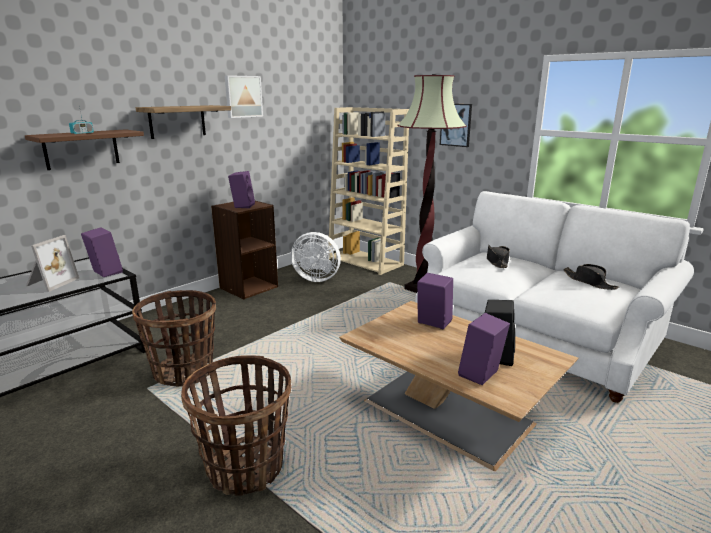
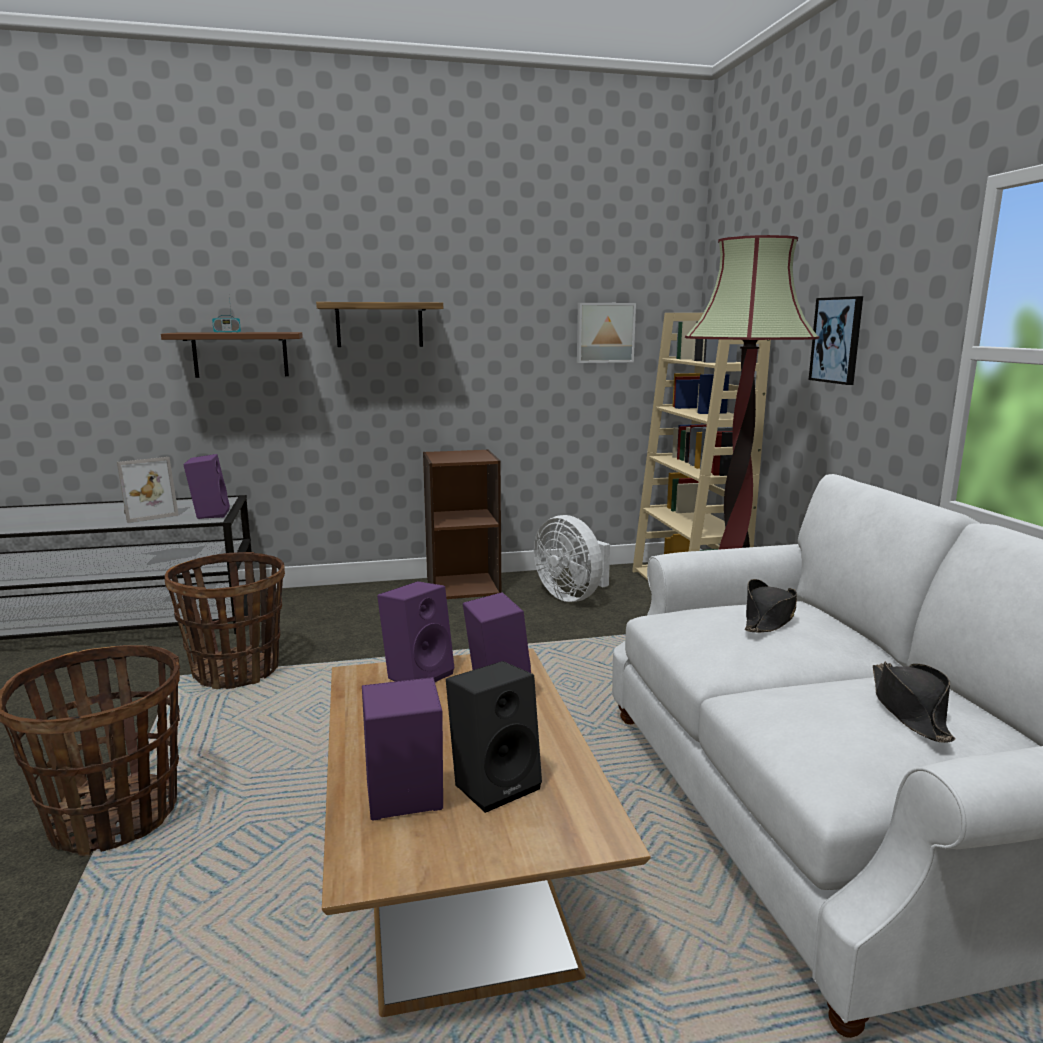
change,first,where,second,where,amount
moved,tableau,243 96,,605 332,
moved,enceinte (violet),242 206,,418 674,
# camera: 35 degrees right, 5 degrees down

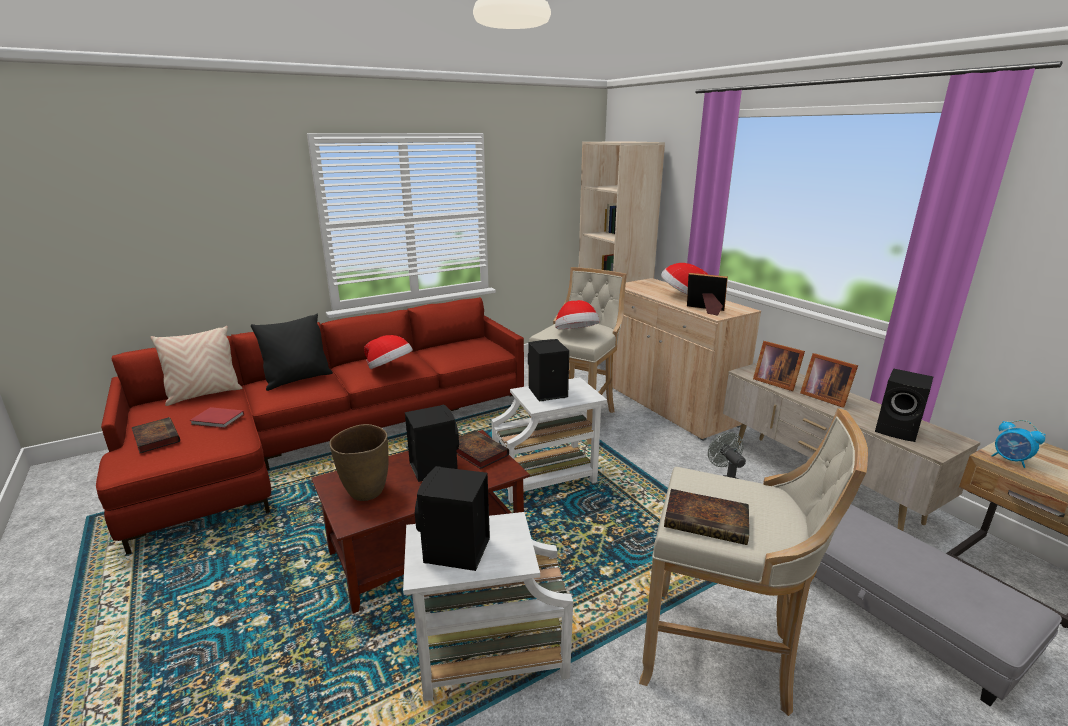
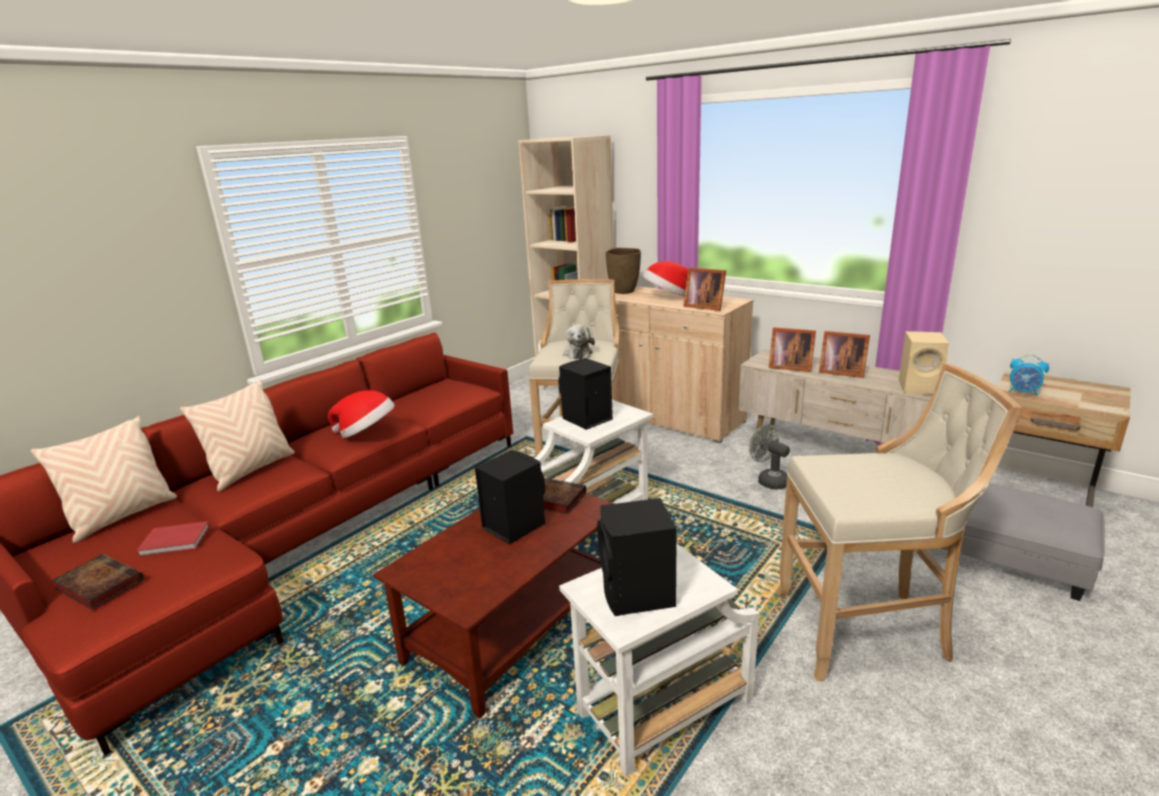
change,first,where,second,where,amount
removed,livre,708 521,,,
moved,vase (marron),366 492,,624 291,
replaced,chapeau,576 334,peluche,577 353,
recoloured,coussin (noir),298 380,coussin (beige),252 470,
recoloured,enceinte (noir),898 430,enceinte (beige),920 388,
turned,cadre photo,705 310,,703 307,150 degrees counterclockwise
# camera: 20 degrees left, 0 degrees up

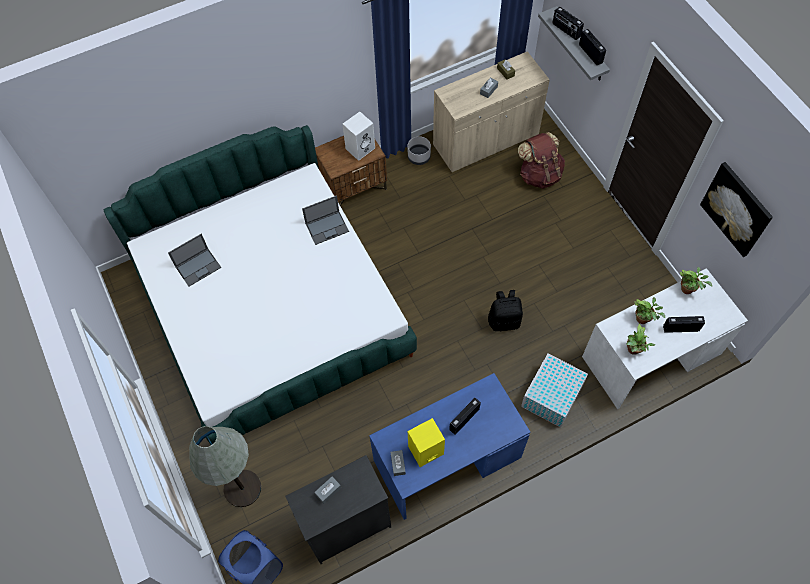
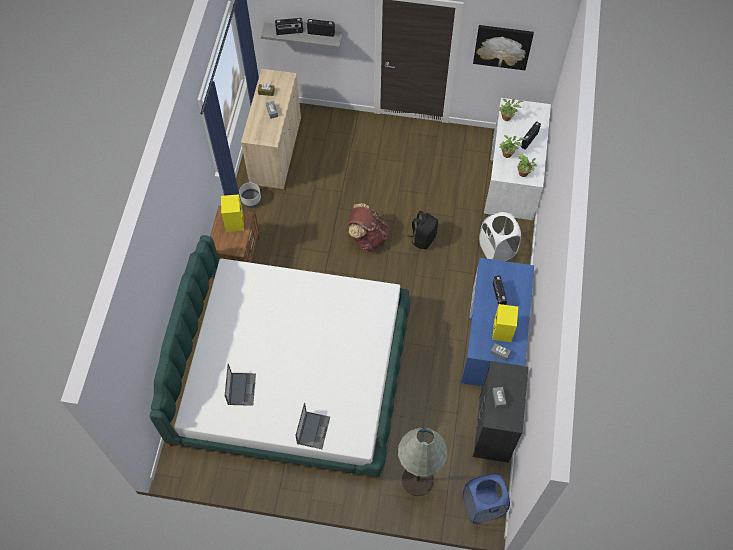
change,first,where,second,where,amount
moved,ordinateur portable,327 227,,313 429,
moved,sac à dos (marron),539 174,,367 237,
replaced,boîte de rangement (blanc),551 396,panier à linge (blanc),497 249,
recoloured,enceinte (blanc),360 148,enceinte (jaune),234 222,
# camera: 55 degrees left, 0 degrees up

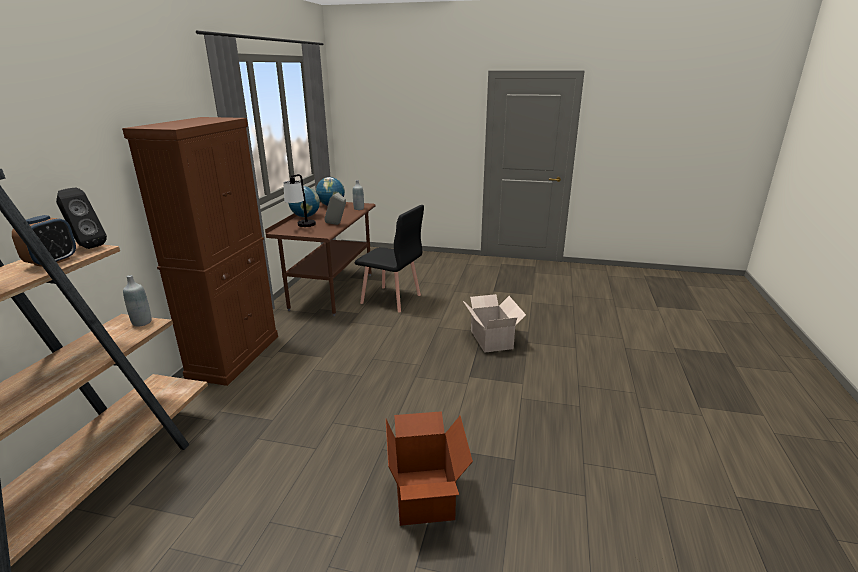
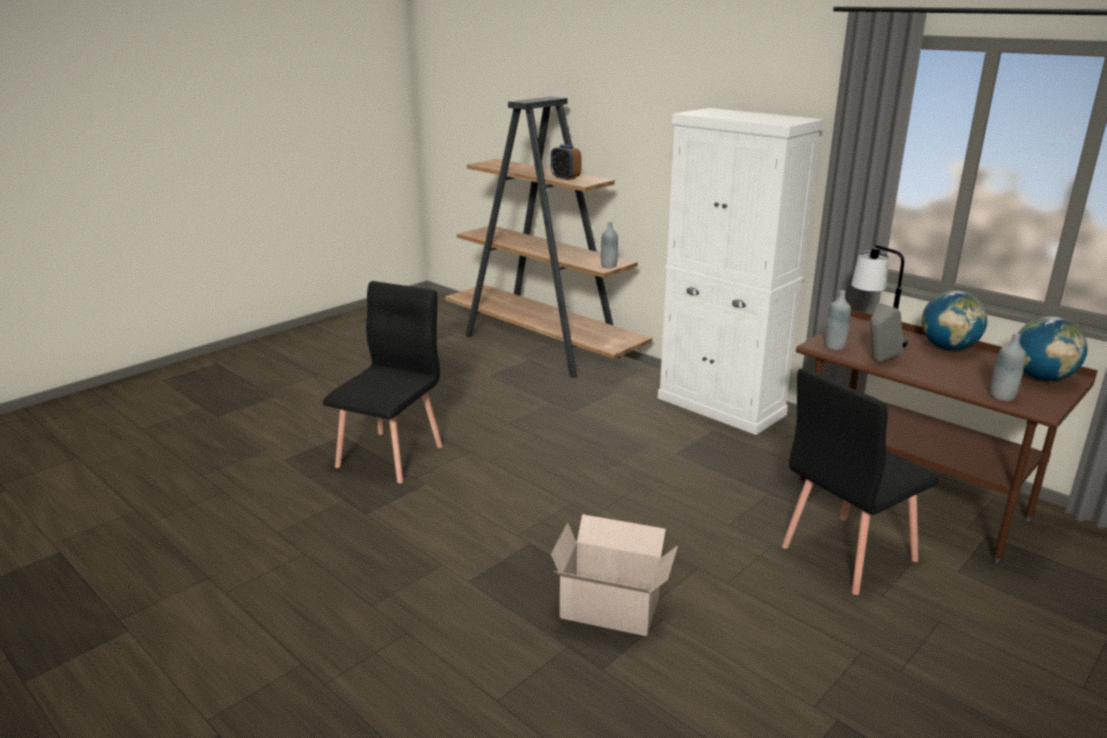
change,first,where,second,where,amount
removed,enceinte (noir),86 247,,,
added,,,bouteille (gris),834 346,
replaced,carton,425 496,chaise (noir),391 456,
recoloured,meuble de rangement (marron),234 356,meuble de rangement (blanc),721 406,
# camera: 120 degrees right, 0 degrees up

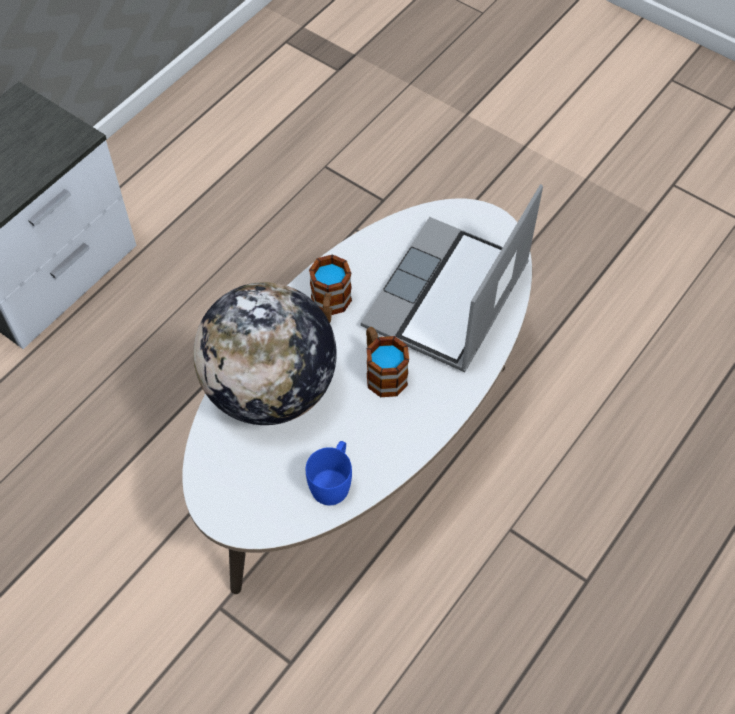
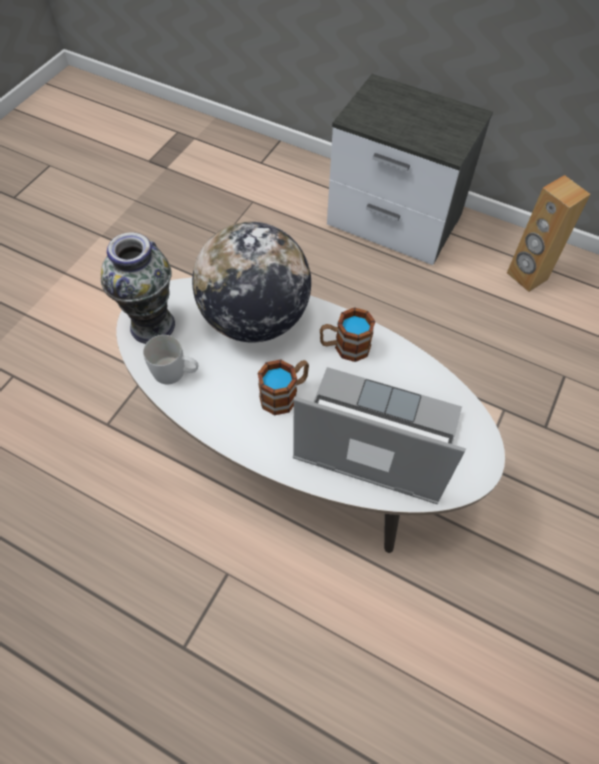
change,first,where,second,where,amount
added,,,vase,153 326,
added,,,enceinte (marron),526 276,
recoloured,mug (bleu),333 481,mug (blanc),176 373,
# camera: 80 degrees right, 0 degrees up

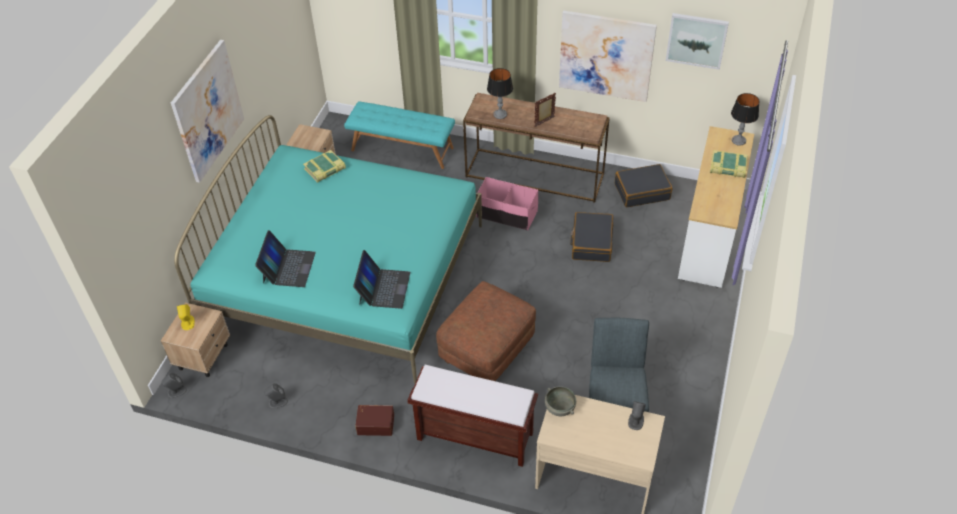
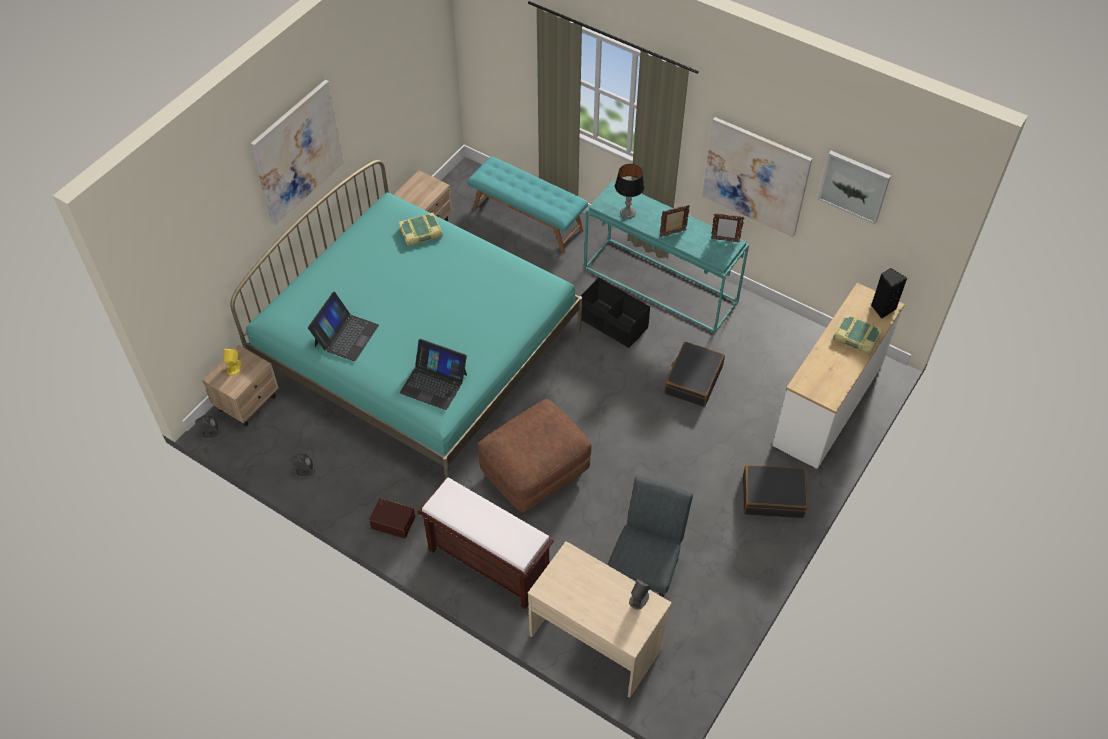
change,first,where,second,where,amount
removed,bol (gris),559 408,,,
added,,,cadre photo,724 240,
moved,valise (noir),642 191,,773 496,
replaced,lampe de table,738 140,enceinte (noir),882 308,
recoloured,table console (marron),535 175,table console (turquoise),661 285,
recoloured,boîte de rangement (rose),506 214,boîte de rangement (noir),613 323,
turned,ordinateur portable,383 288,,434 383,90 degrees clockwise
# camera: 15 degrees right, 5 degrees up

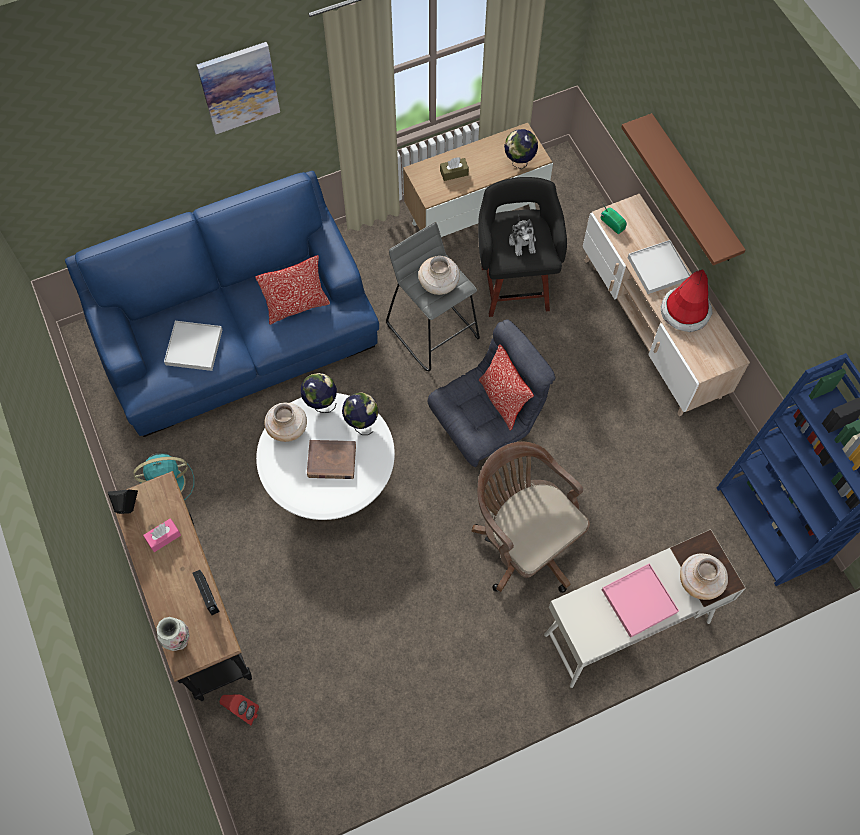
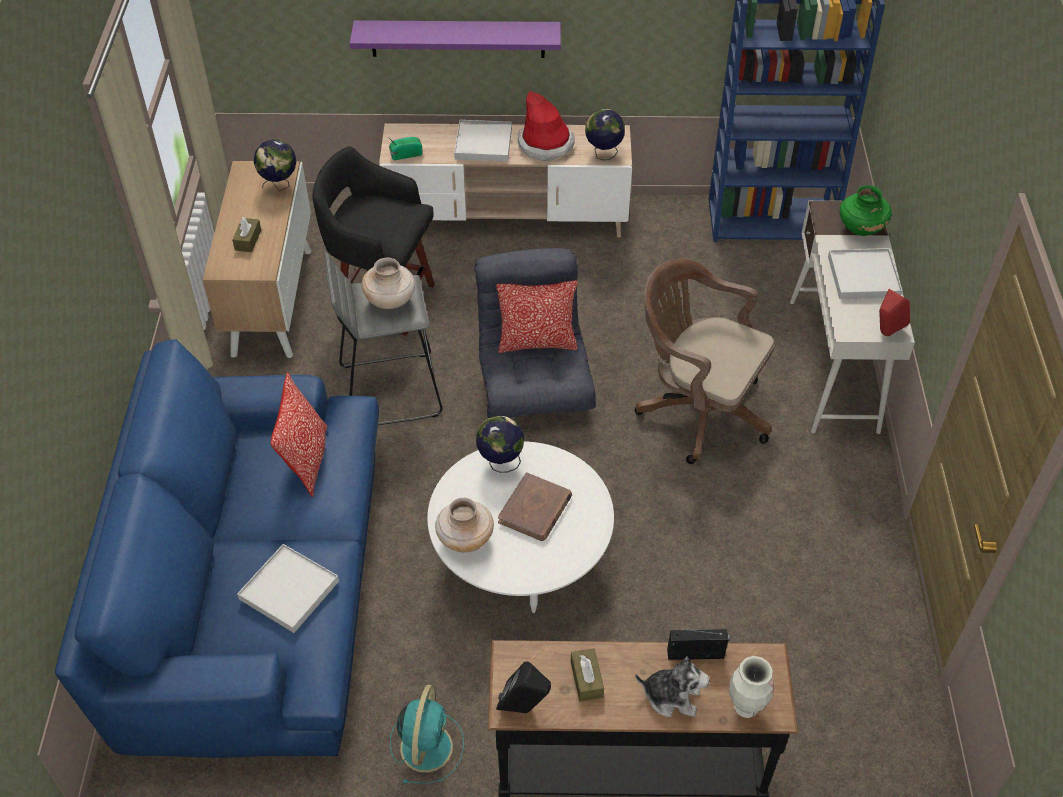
change,first,where,second,where,amount
removed,tableau,239 87,,,
moved,enceinte (rouge),242 712,,885 334,
moved,globe,321 403,,603 154,
moved,peluche,522 242,,671 696,
recoloured,boîte à mouchoirs (rose),163 537,boîte à mouchoirs (marron),586 679,
recoloured,plateau (rose),639 601,plateau (blanc),863 276,
recoloured,étagère (marron),693 190,étagère (violet),457 39,
recoloured,vase (beige),699 582,vase (vert),861 228,
turned,chaise de bureau (marron),523 541,,697 409,45 degrees clockwise
# camera: 65 degrees left, 15 degrees down

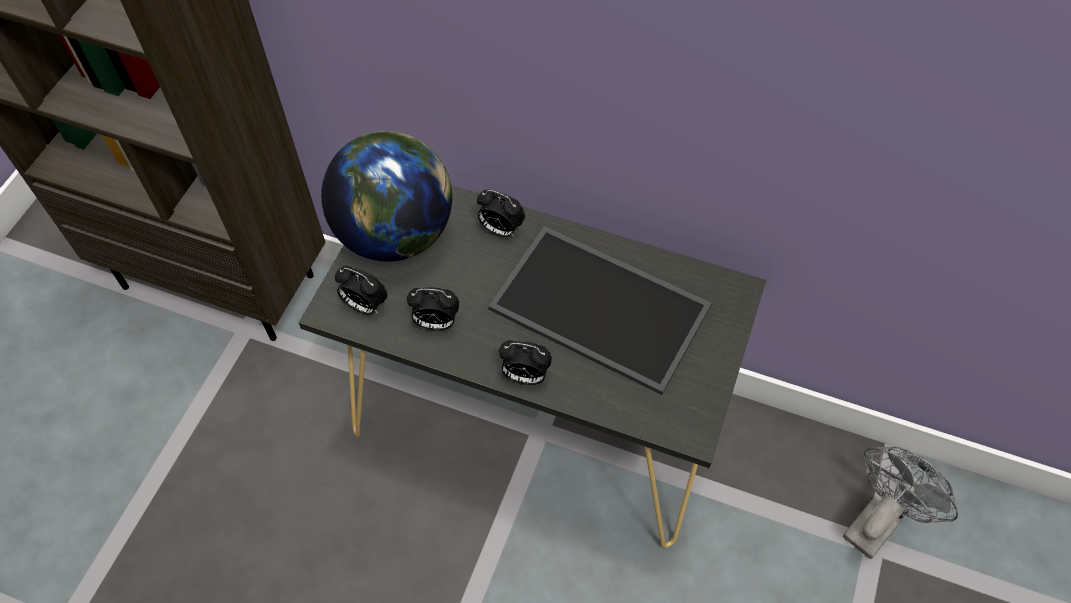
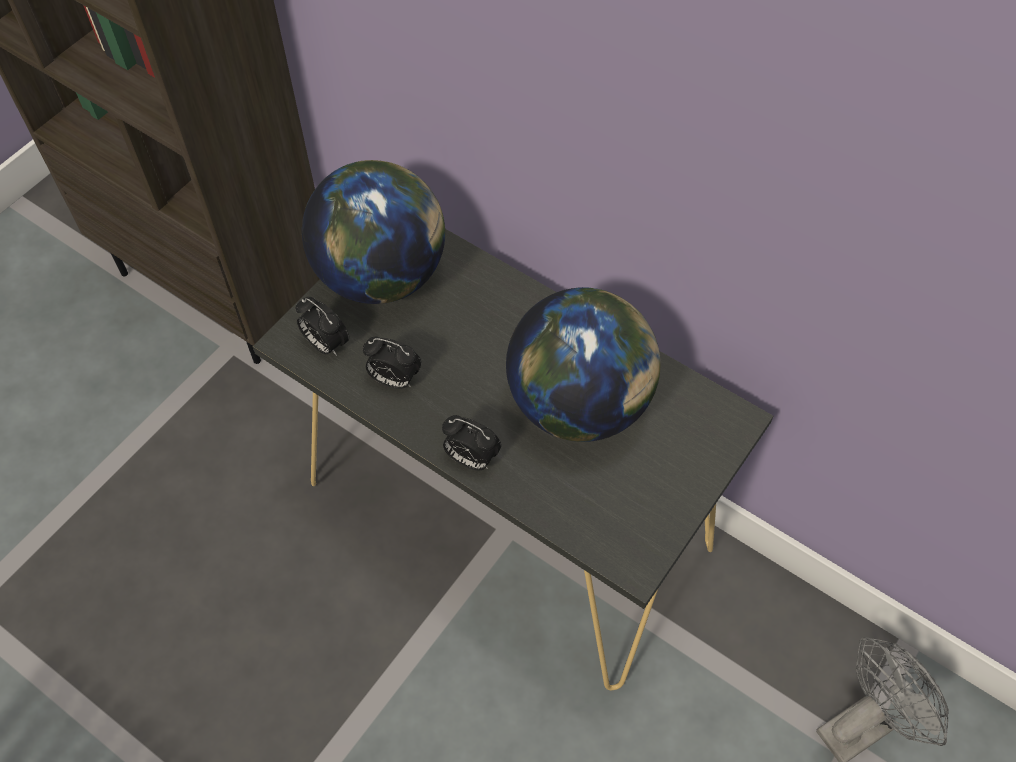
change,first,where,second,where,amount
removed,réveil,500 230,,,
replaced,plateau,603 306,globe,580 403,
# camera: 15 degrees right, 0 degrees up

